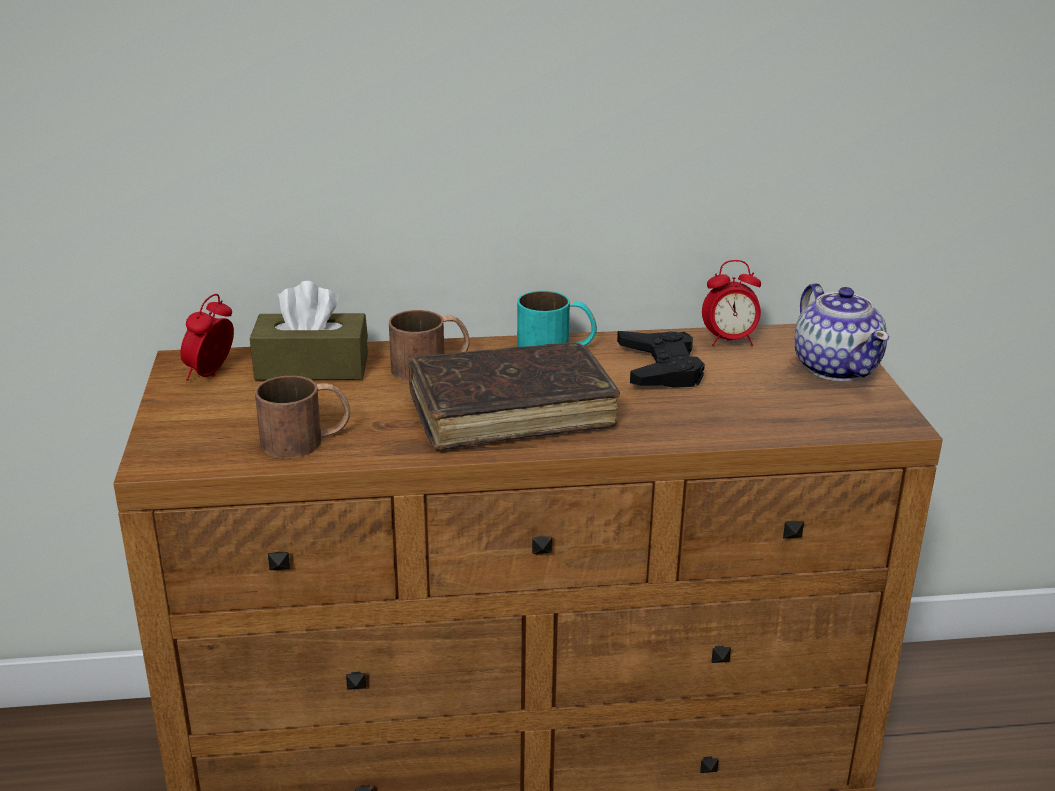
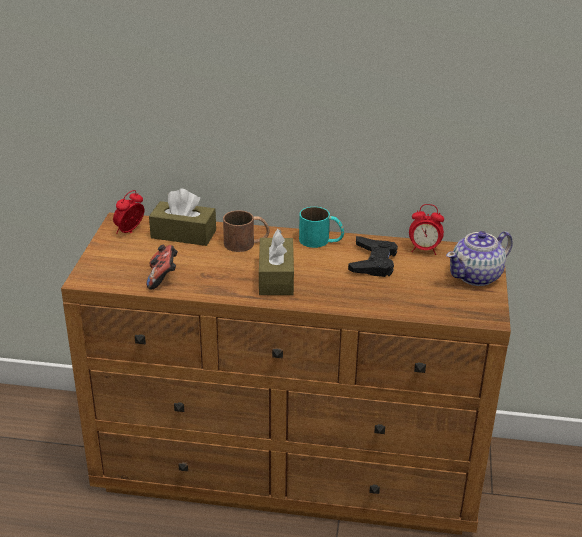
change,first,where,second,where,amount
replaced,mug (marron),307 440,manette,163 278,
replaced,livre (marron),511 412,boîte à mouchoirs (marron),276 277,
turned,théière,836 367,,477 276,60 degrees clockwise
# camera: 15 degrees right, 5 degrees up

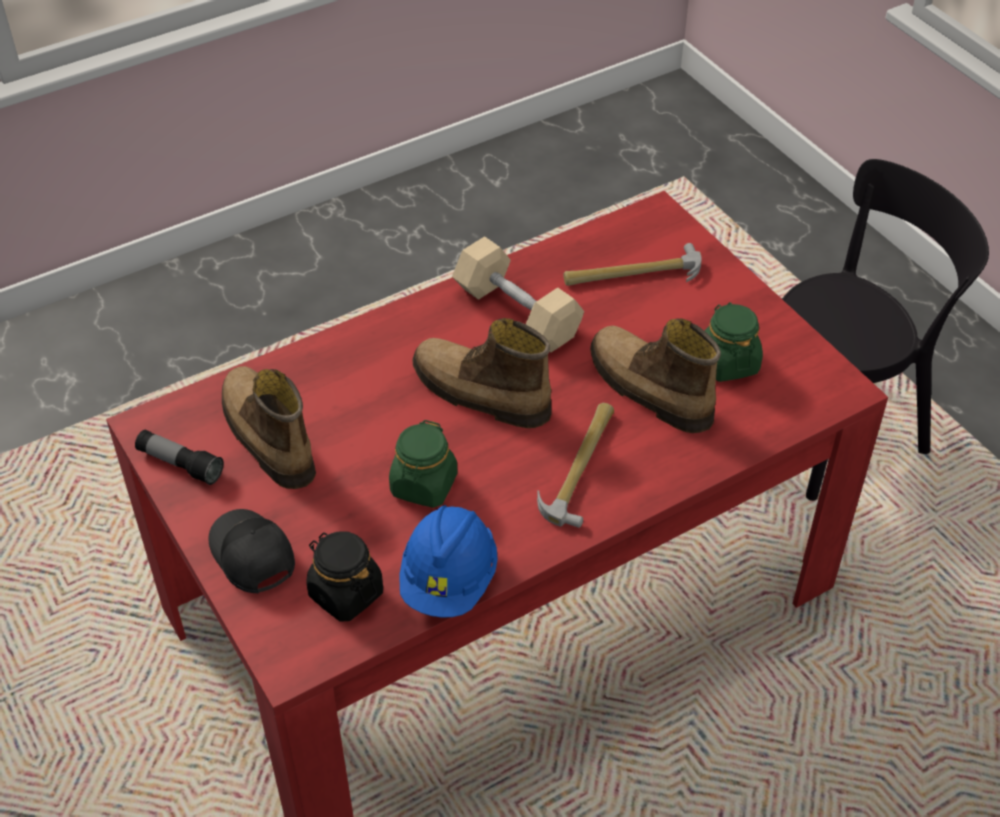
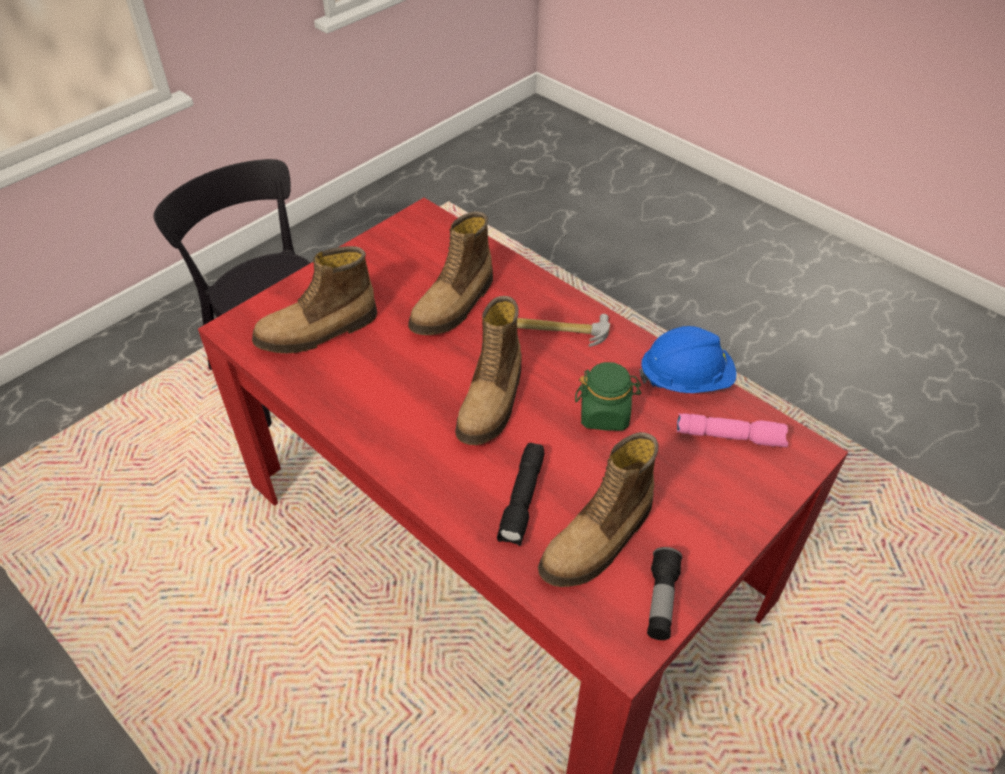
change,first,where,second,where,amount
removed,casquette (noir),251 556,,,
removed,haltère (beige),517 312,,,
removed,bocal (vert),727 363,,,
added,,,lampe de poche (noir),523 500,
replaced,bocal (noir),345 593,lampe de poche (rose),730 436,
replaced,marteau,633 274,botte,318 332,
# camera: 105 degrees left, 0 degrees up

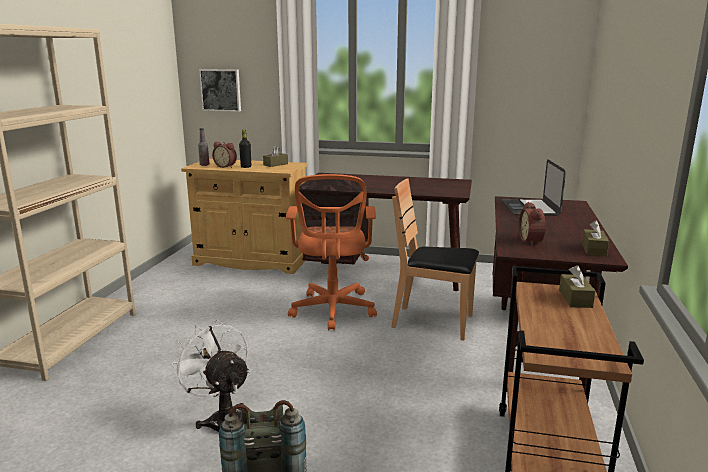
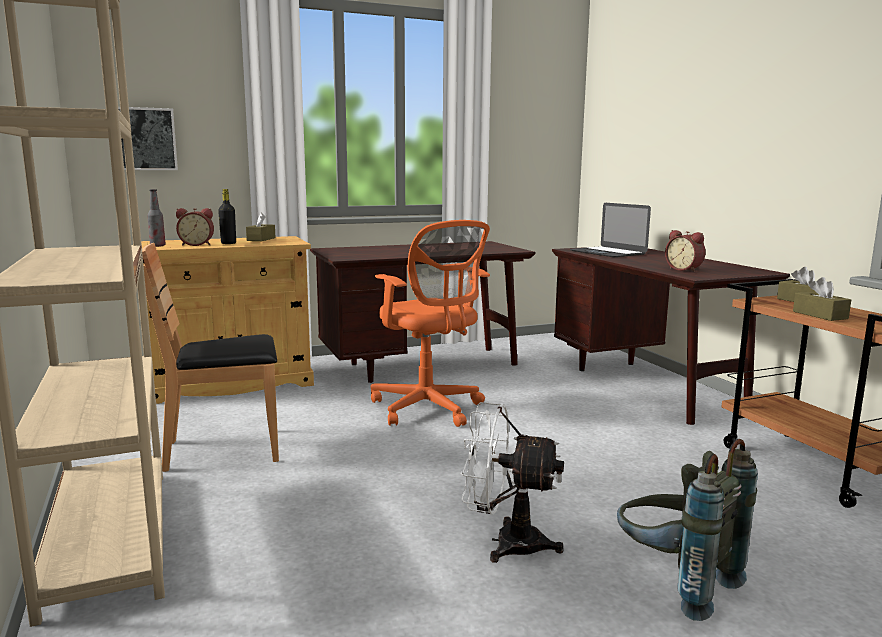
change,first,where,second,where,amount
moved,chaise (marron),433 322,,224 450,
moved,boîte à mouchoirs (marron),594 249,,820 315,
# camera: 35 degrees left, 5 degrees down

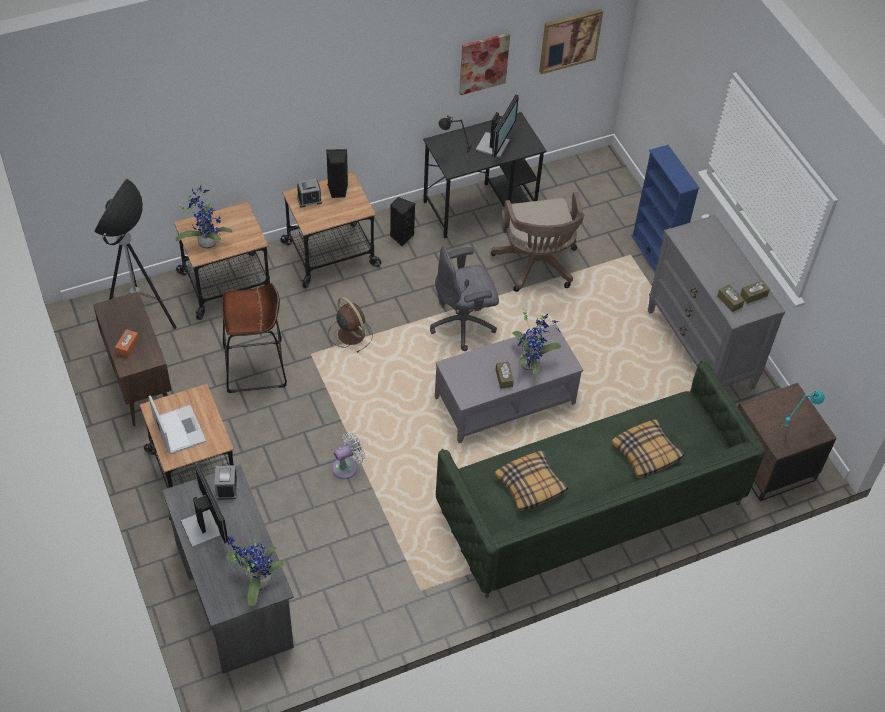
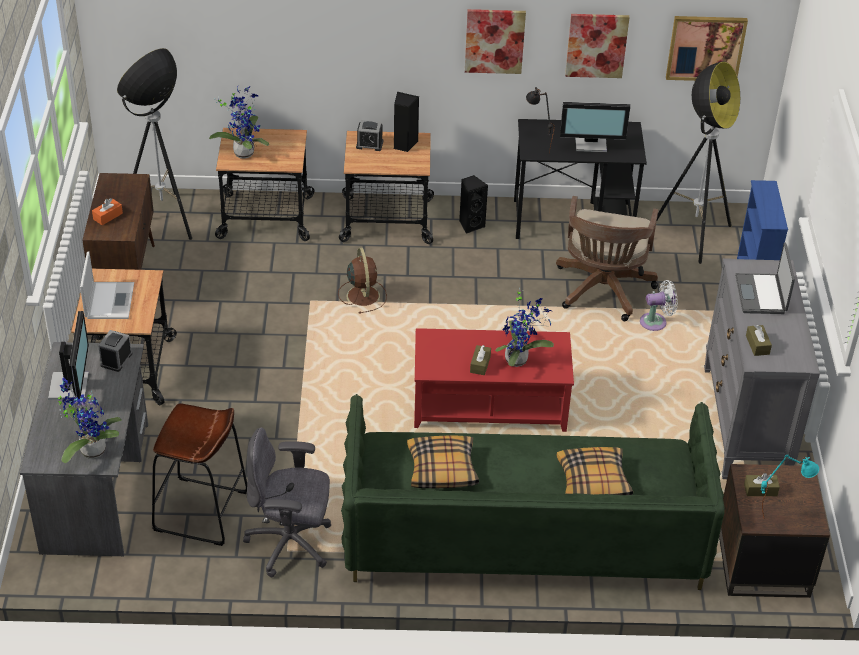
change,first,where,second,where,amount
added,,,tableau,494 41,
added,,,lampadaire,692 235,
added,,,ordinateur portable,762 295,
moved,tabouret (marron),255 367,,201 511,
moved,ventilateur (blanc),347 467,,656 322,
moved,chaise de bureau (gris),463 324,,291 544,
moved,boîte à mouchoirs (marron),753 295,,760 490,
recoloured,table basse (gris),505 401,table basse (rouge),489 406,
turned,écran d'ordinateur,494 145,,591 143,45 degrees clockwise
# camera: 25 degrees right, 10 degrees down

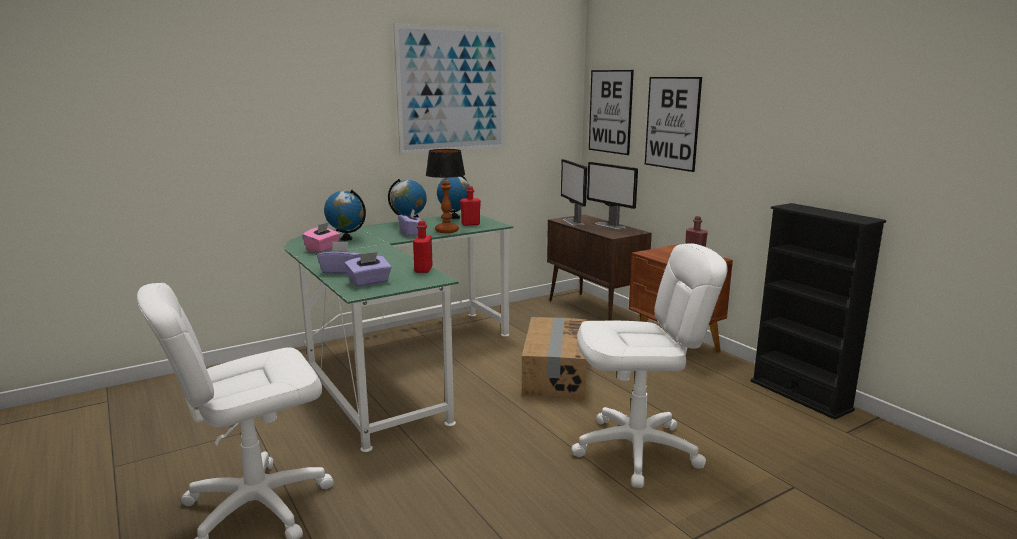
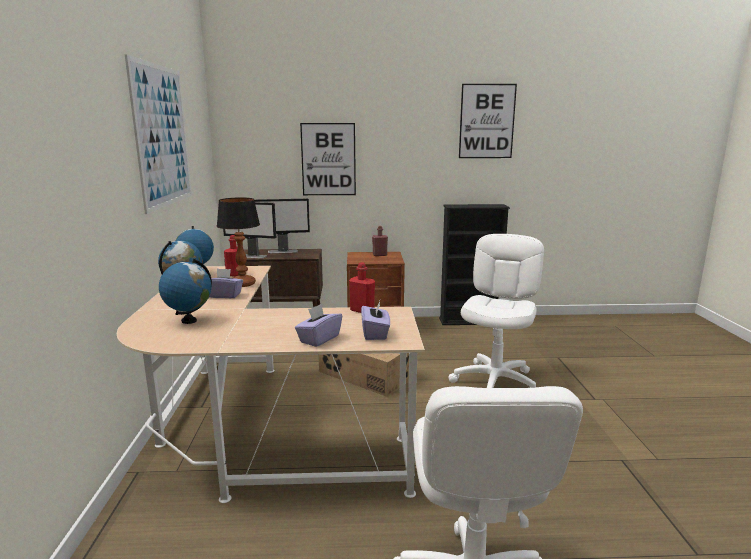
change,first,where,second,where,amount
removed,boîte à mouchoirs (rose),323 249,,,
moved,tableau,610 111,,487 121,
recoloured,bureau (vert),397 364,bureau (beige),256 436,
# camera: 60 degrees left, 0 degrees up

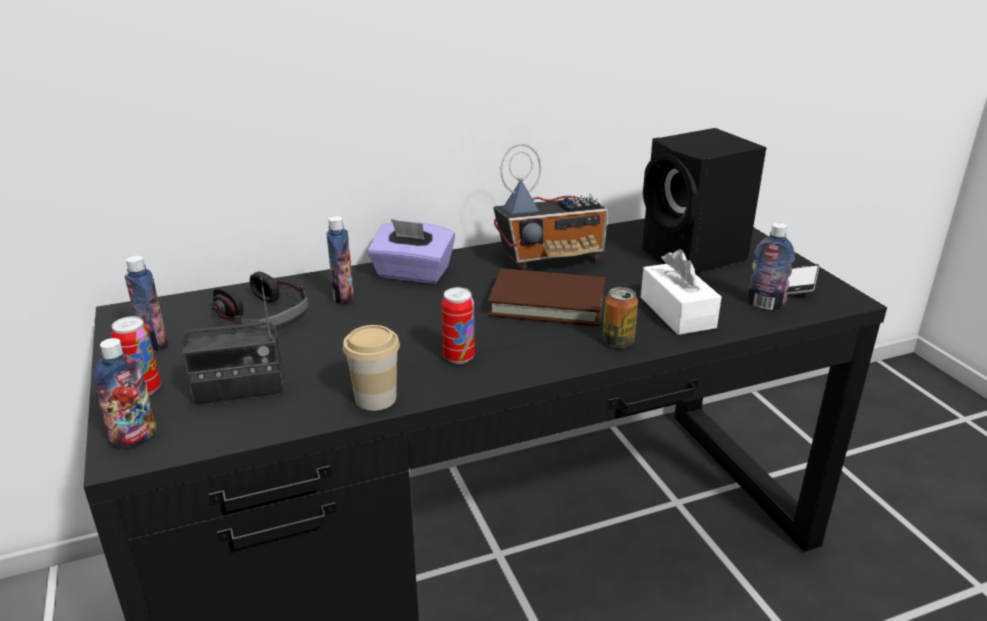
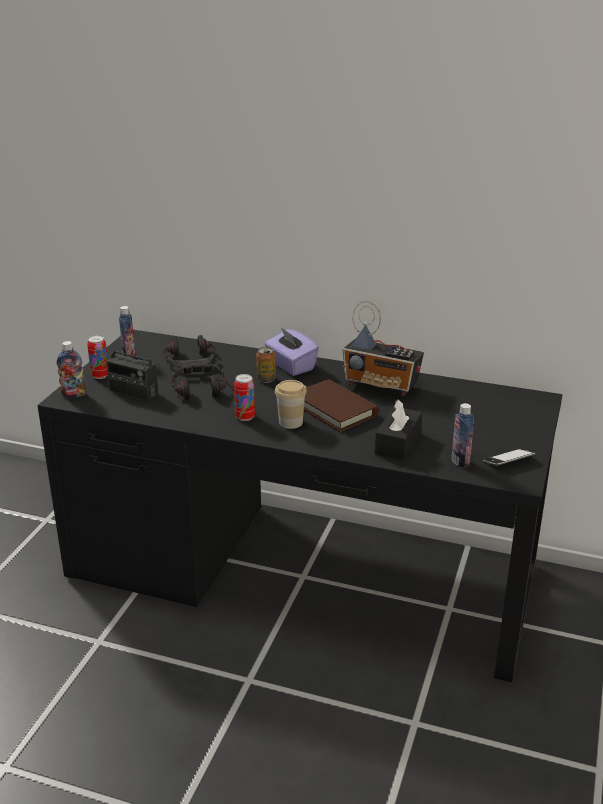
change,first,where,second,where,amount
removed,bouteille,343 297,,,
removed,enceinte (noir),695 256,,,
added,,,casque audio,199 388,
moved,tasse,375 398,,290 422,
moved,boîte métallique,618 342,,266 379,
recoloured,boîte à mouchoirs (blanc),677 312,boîte à mouchoirs (noir),398 443,
# camera: 40 degrees right, 0 degrees up

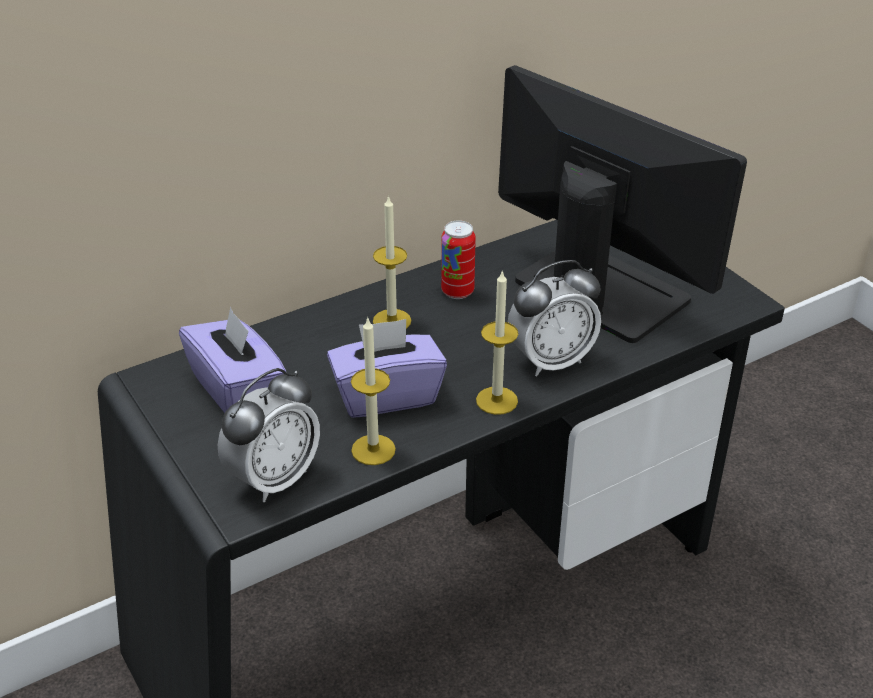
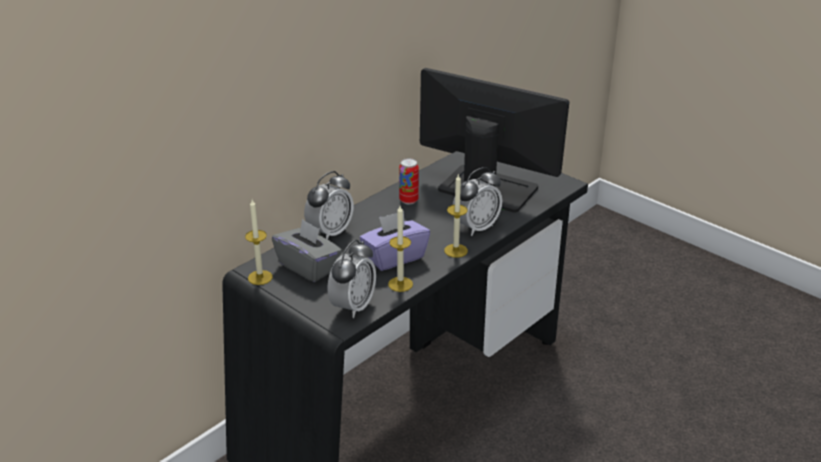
change,first,where,second,where,amount
added,,,réveil,330 232,
moved,bougie,392 321,,260 277,
recoloured,boîte à mouchoirs (violet),237 389,boîte à mouchoirs (gris),308 267,
# camera: 15 degrees left, 5 degrees down

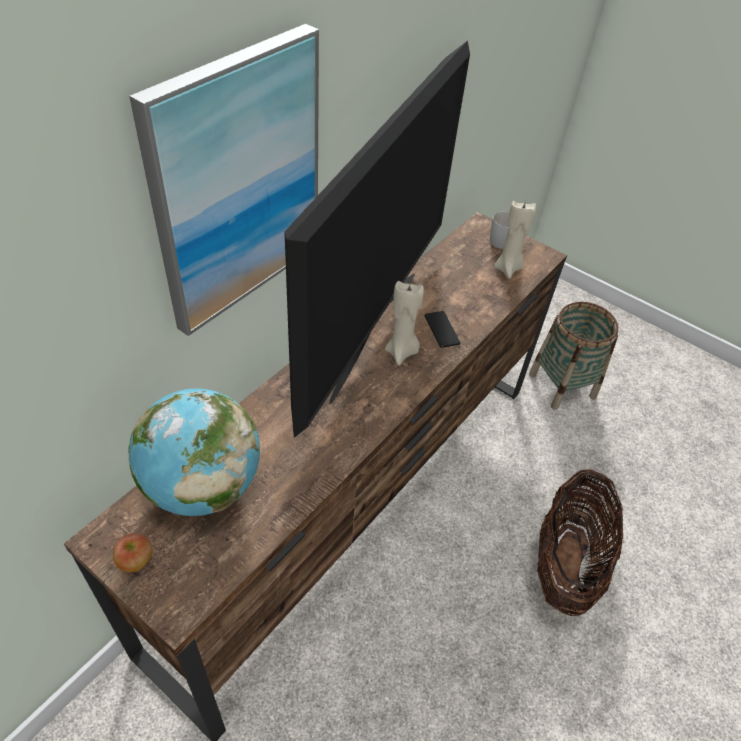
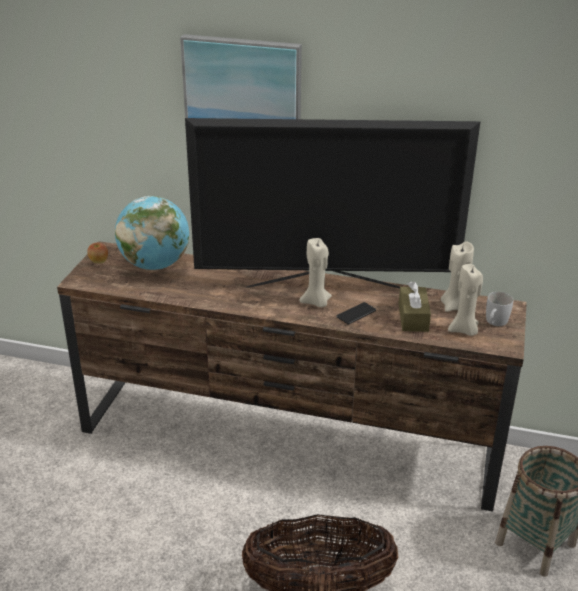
change,first,where,second,where,amount
added,,,boîte à mouchoirs (marron),413 317,
added,,,bougie (beige),453 306,
# camera: 70 degrees right, 15 degrees down

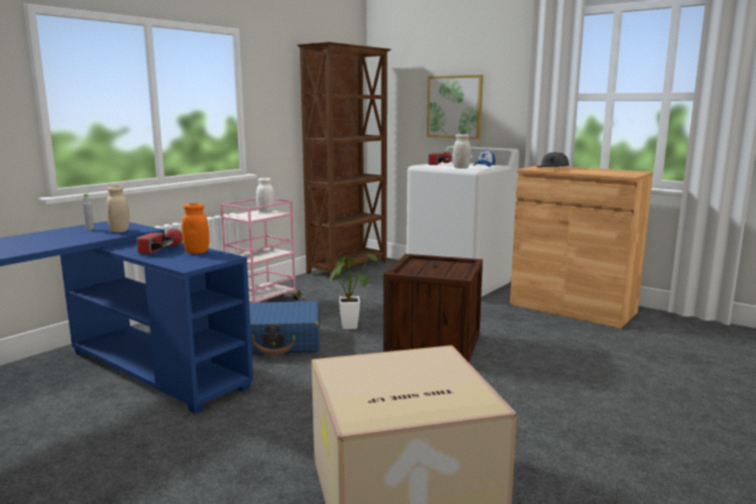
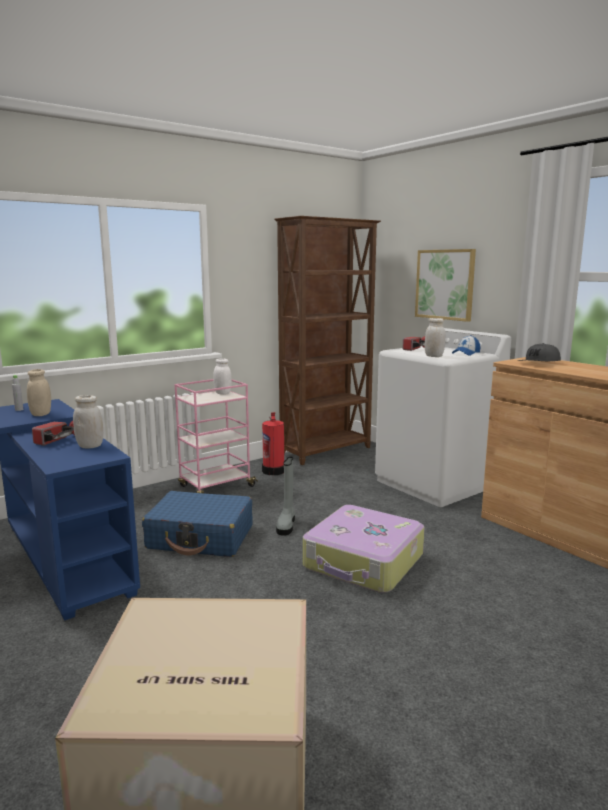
change,first,where,second,where,amount
added,,,extincteur,274 470,
replaced,plante en pot,349 325,botte (gris),286 525,
replaced,caisse,433 344,valise,363 562,
recoloured,bocal (orange),197 252,bocal (blanc),90 446,
# camera: 15 degrees right, 0 degrees up

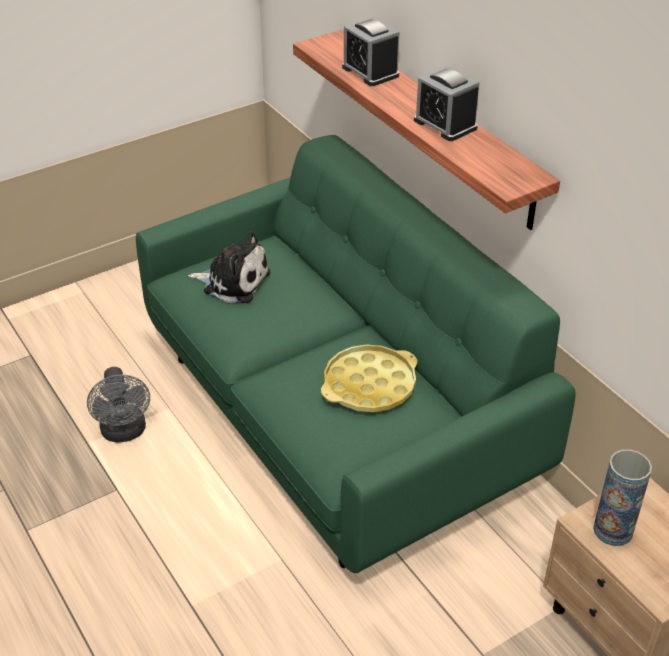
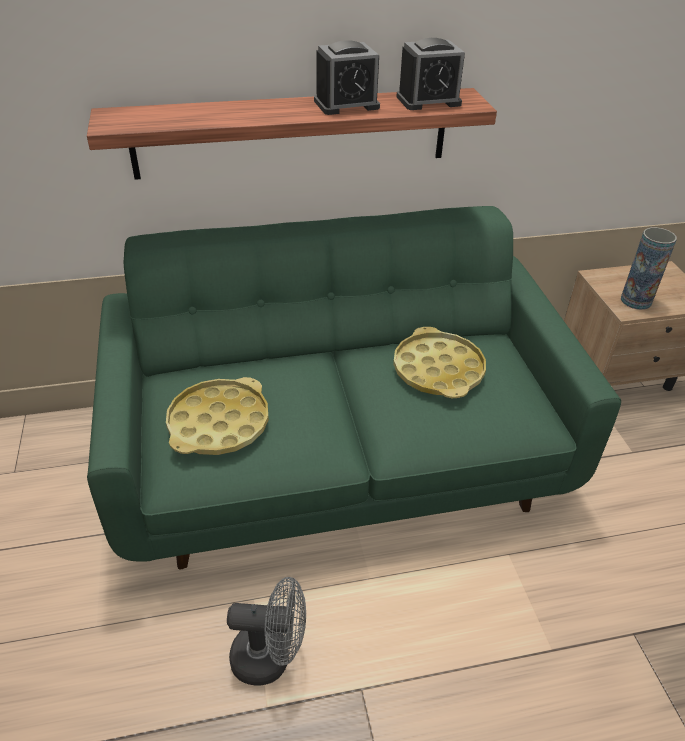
change,first,where,second,where,amount
moved,réveil,370 71,,428 101,
replaced,peluche,233 281,plateau (jaune),218 423,
# camera: 70 degrees left, 0 degrees up

